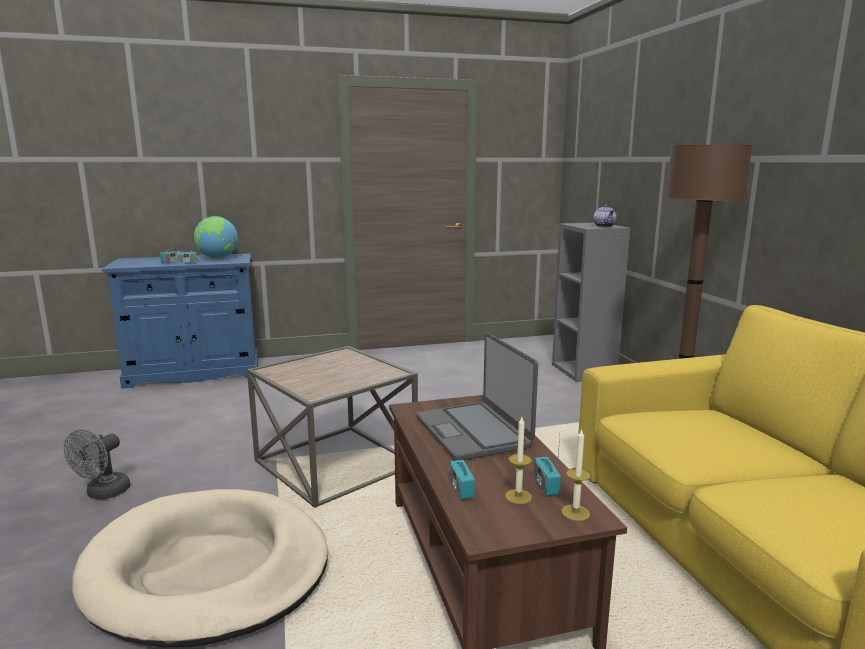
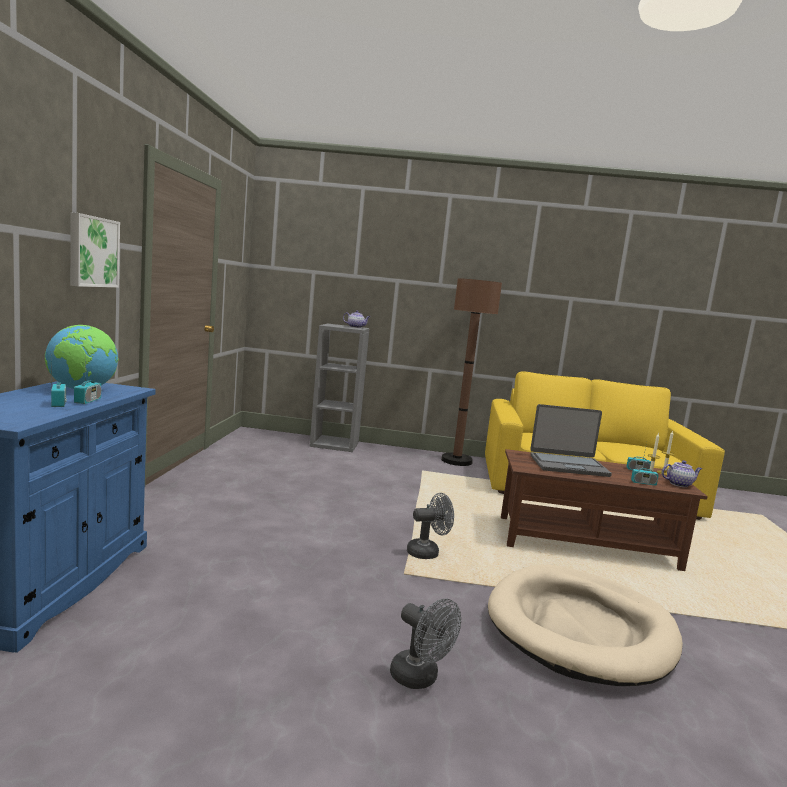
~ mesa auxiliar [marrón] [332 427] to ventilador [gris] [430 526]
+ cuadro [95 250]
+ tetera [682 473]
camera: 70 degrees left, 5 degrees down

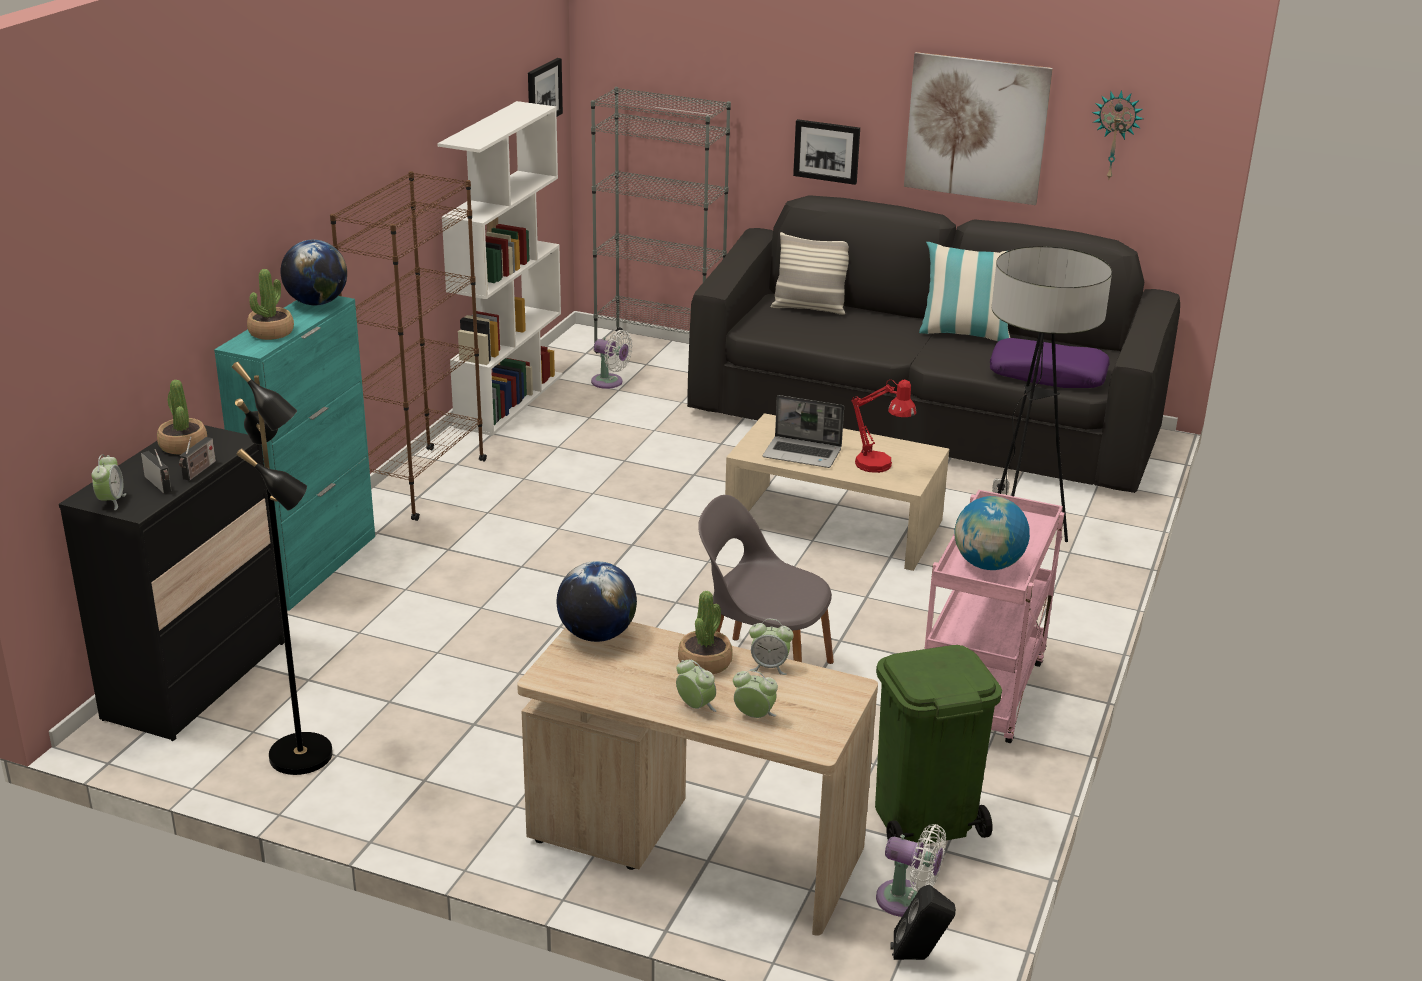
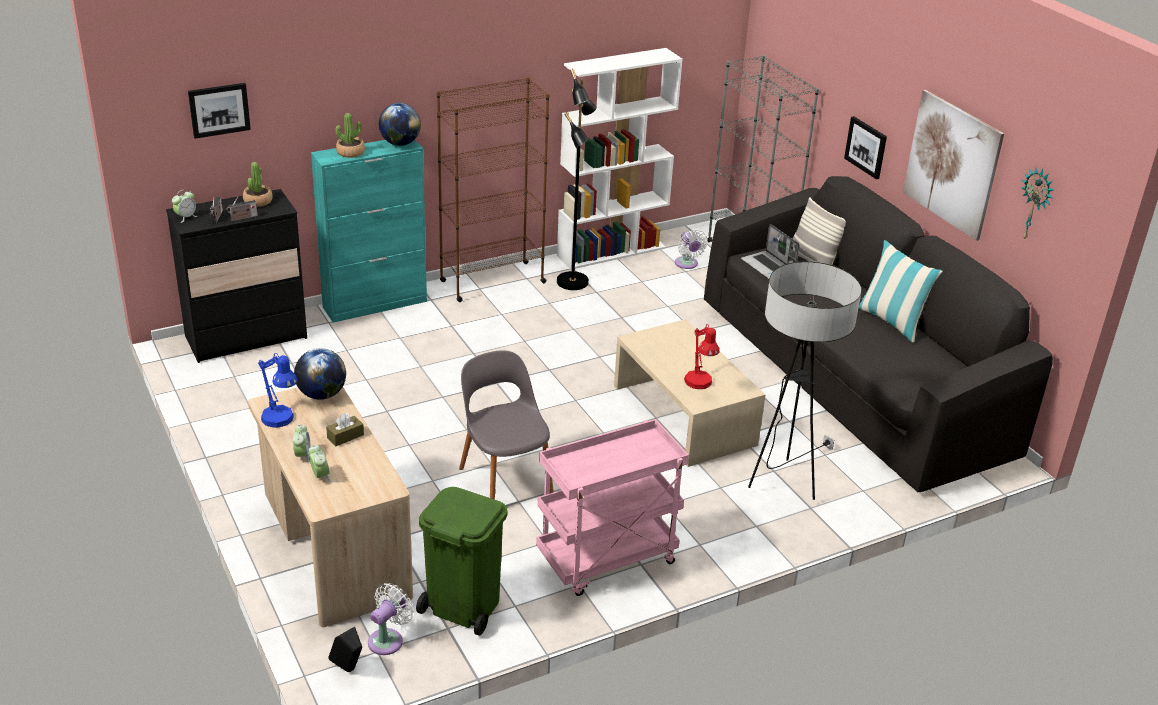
~ cuadro [545 87] to [219 111]
- cojín [morado] [1050 363]
~ lámpara de pie [negro] [282 568] to [577 179]
~ portátil [803 431] to [770 251]
- globo terráqueo [992 533]
~ planta en maceta [705 632] to caja de pañuelos [marrón] [345 429]
- despertador [771 647]
~ ventilador [blanco] [911 870] = [391 619] 120 degrees counterclockwise
+ lámpara de mesa [azul] [278 390]
camera: 40 degrees right, 5 degrees up

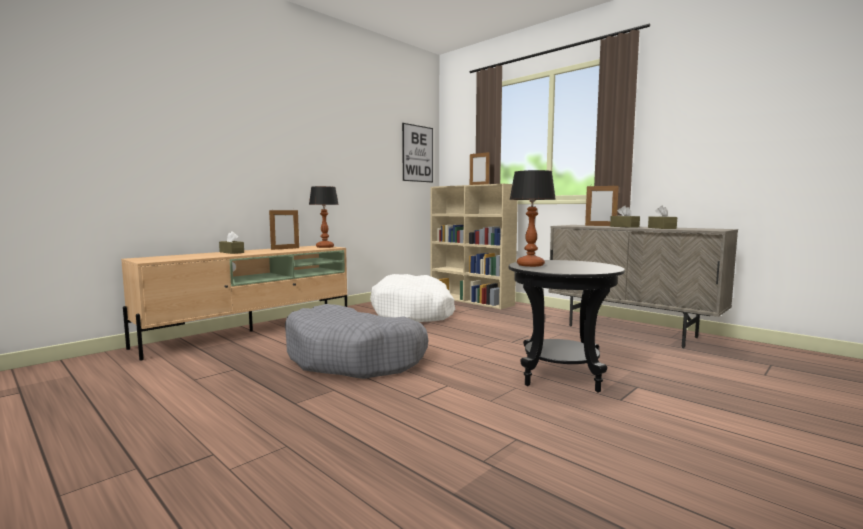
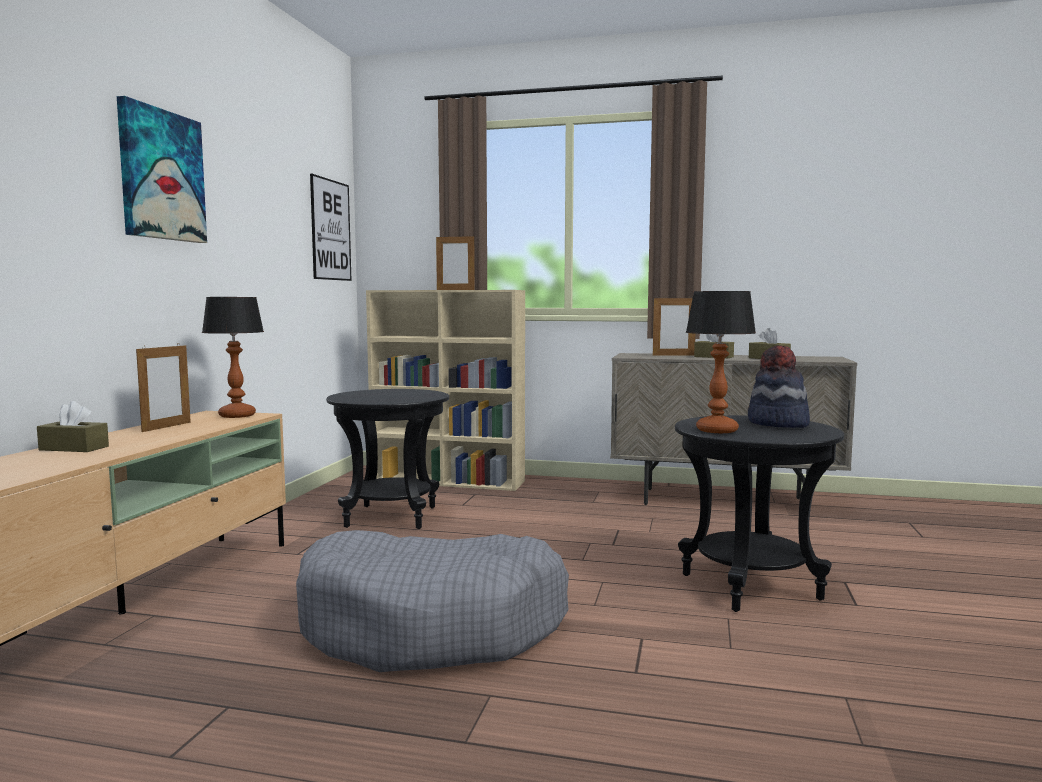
~ cama para perro [blanco] [412 298] to mesa auxiliar [negro] [387 459]
+ cuadro [162 169]
+ sombrero [779 387]
camera: 30 degrees left, 0 degrees up

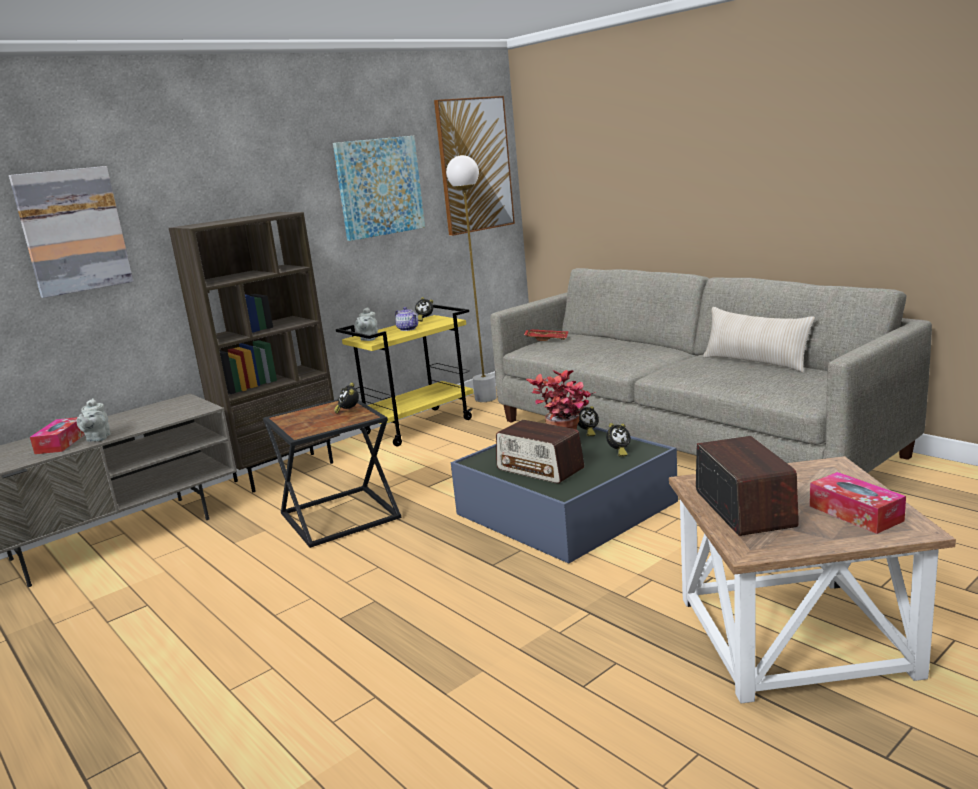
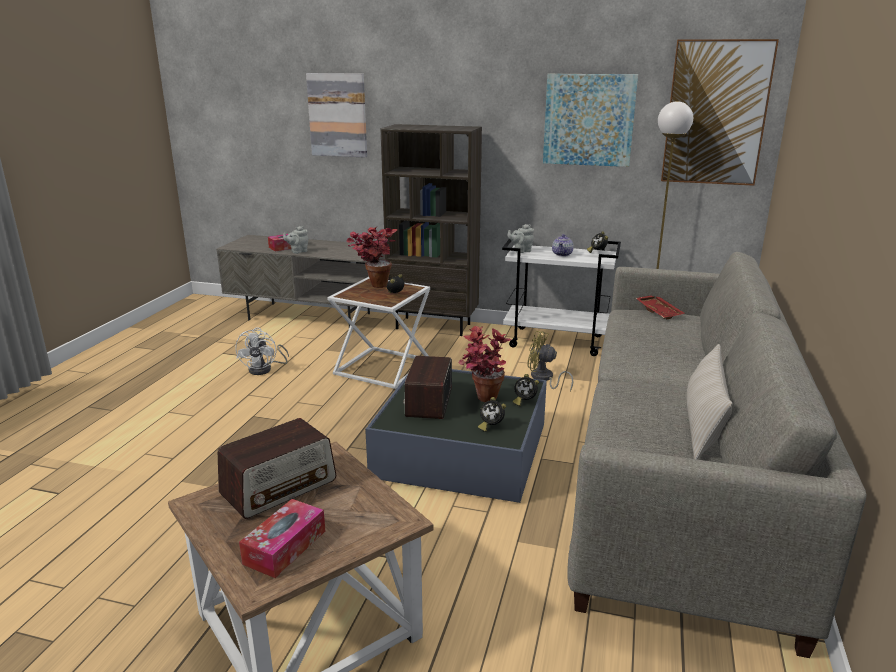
~ carrito [amarillo] [405 375] to carrito [blanco] [561 297]
~ mesa auxiliar [negro] [332 473] to mesa auxiliar [blanco] [378 333]
+ planta en maceta [372 257]
+ ventilador [blanco] [262 351]
+ ventilador [amarillo] [550 361]
camera: 55 degrees right, 5 degrees up

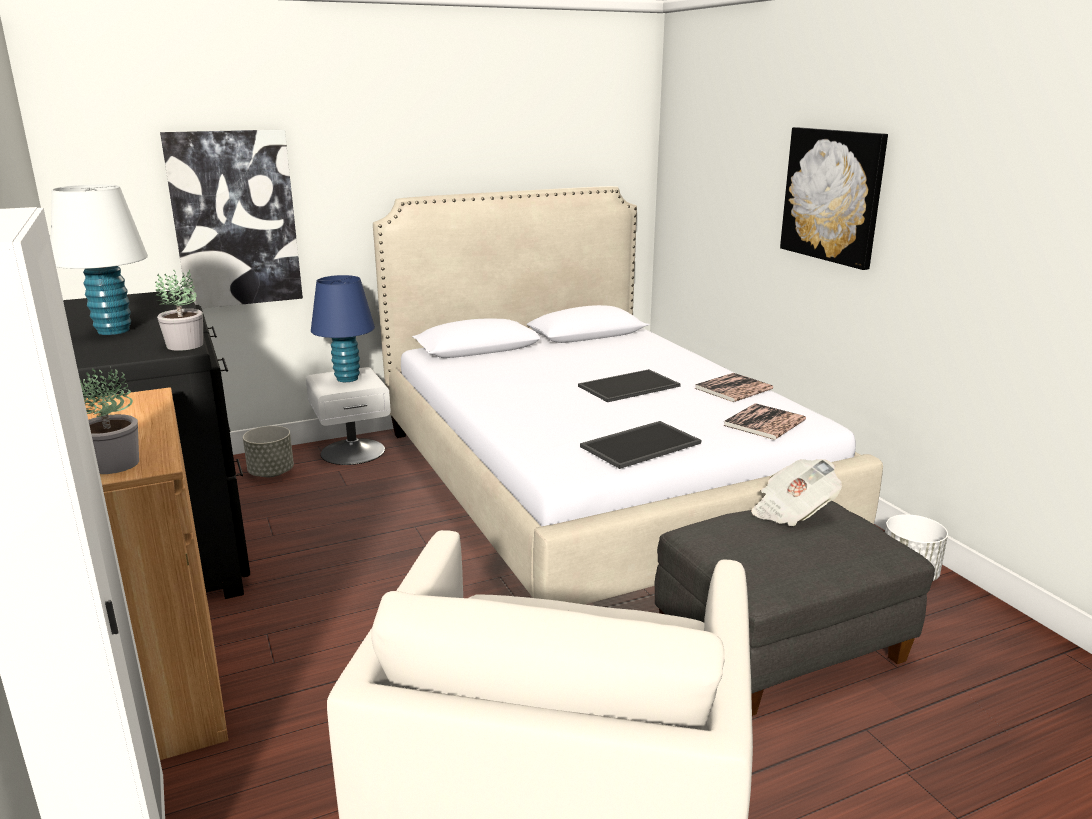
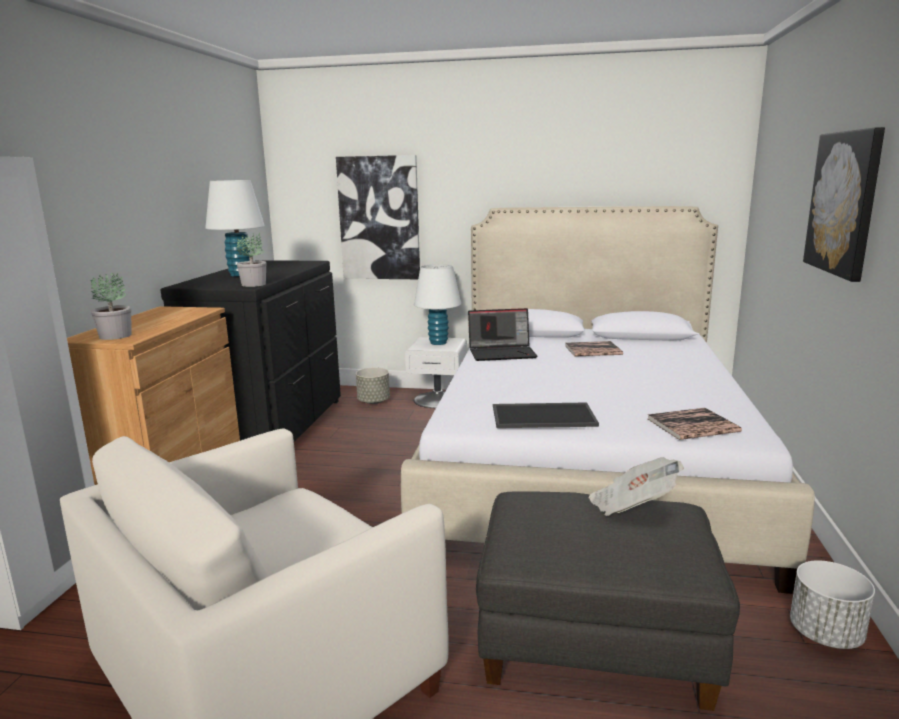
~ lámpara de mesa [azul] [343 328] to lámpara de mesa [blanco] [437 304]
- bandeja [629 385]
~ libro [734 387] to [594 349]
+ portátil [502 334]
camera: 35 degrees right, 5 degrees down

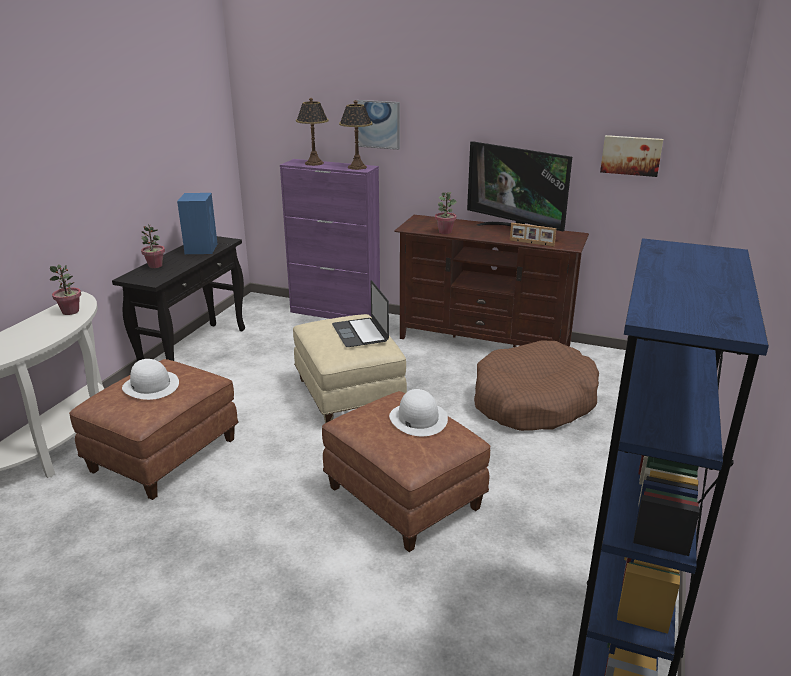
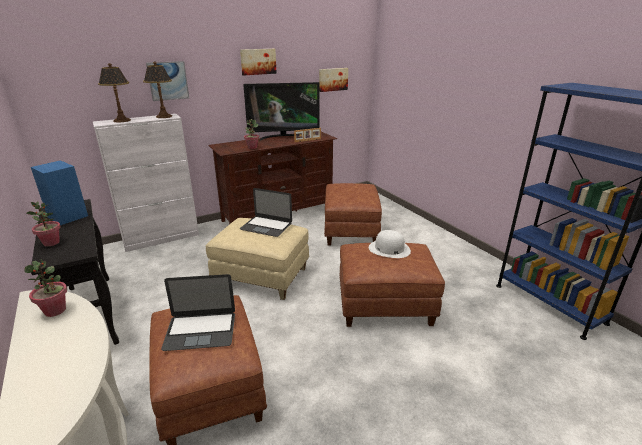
~ armario [morado] [330 239] to armario [blanco] [146 183]
~ cama para perro [marrón] [536 385] to puf [marrón] [353 214]
~ sombrero [blanco] [150 379] to portátil [198 312]
+ cuadro [258 62]
camera: 50 degrees left, 0 degrees up

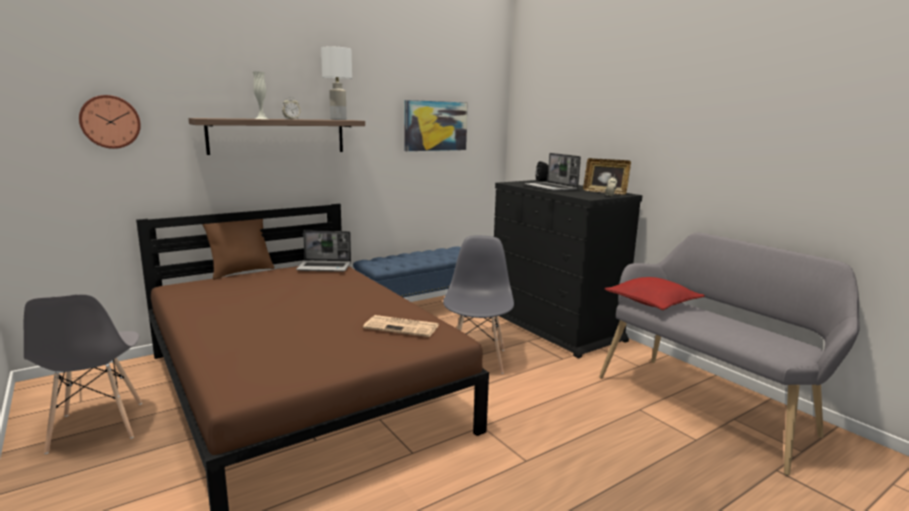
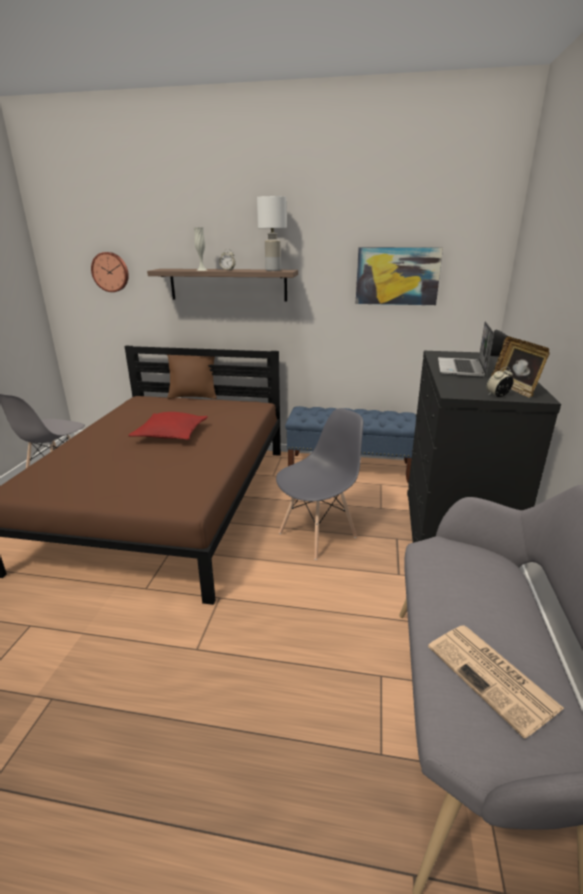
- portátil [323 251]
~ cojín [rojo] [655 293] to [168 426]
~ periódico [401 326] to [496 682]
camera: 45 degrees right, 10 degrees up

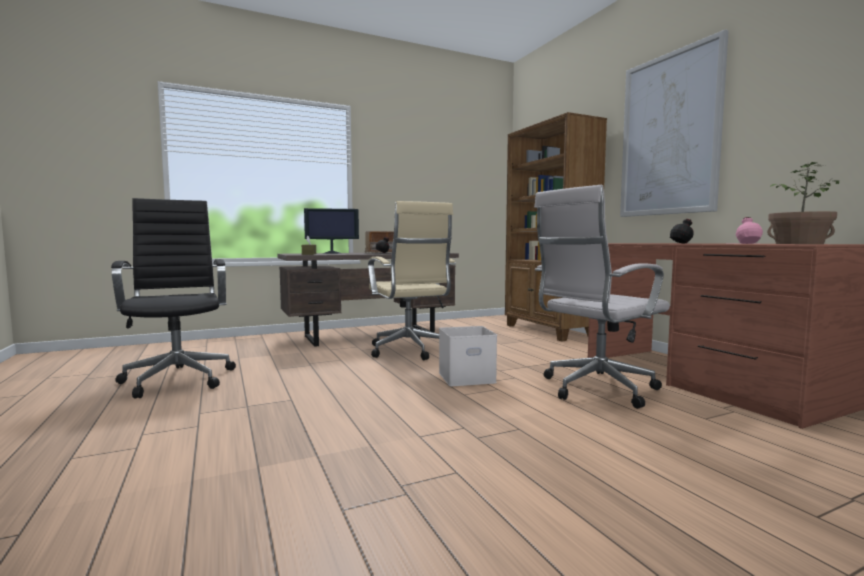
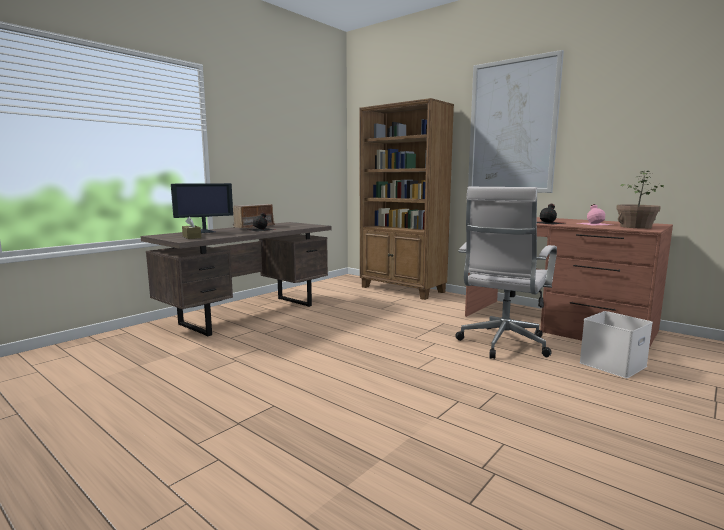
- silla de oficina [negro] [173 298]
- silla de oficina [beis] [412 280]
~ caja de almacenaje [blanco] [468 356] to [616 344]
camera: 25 degrees left, 5 degrees up

